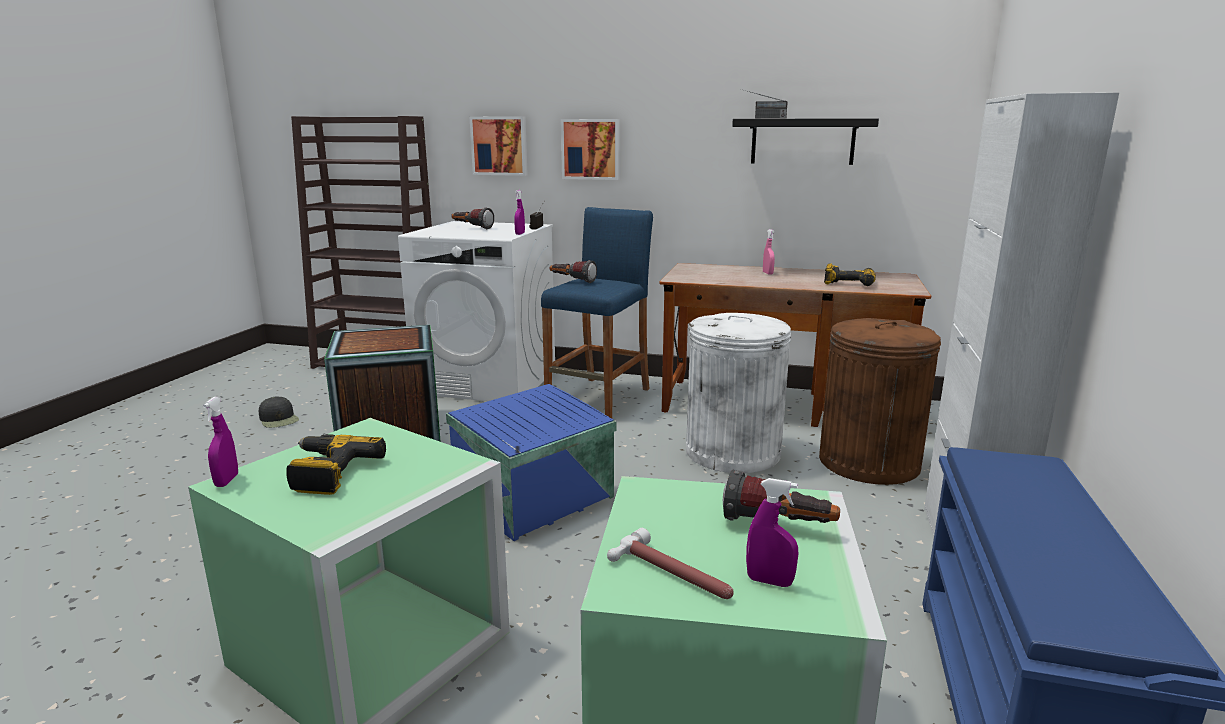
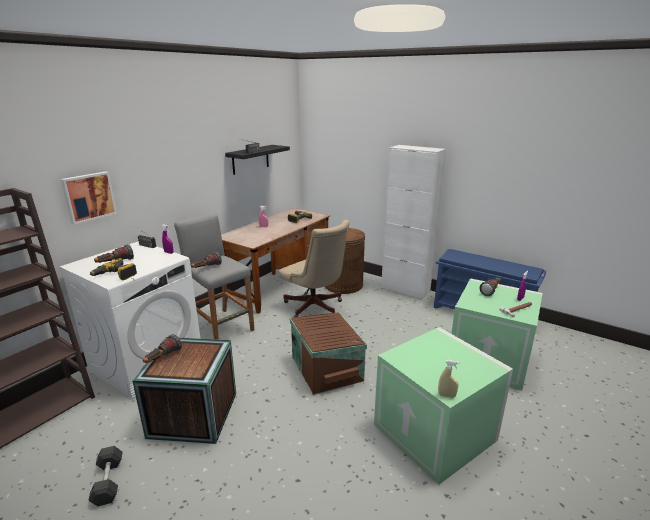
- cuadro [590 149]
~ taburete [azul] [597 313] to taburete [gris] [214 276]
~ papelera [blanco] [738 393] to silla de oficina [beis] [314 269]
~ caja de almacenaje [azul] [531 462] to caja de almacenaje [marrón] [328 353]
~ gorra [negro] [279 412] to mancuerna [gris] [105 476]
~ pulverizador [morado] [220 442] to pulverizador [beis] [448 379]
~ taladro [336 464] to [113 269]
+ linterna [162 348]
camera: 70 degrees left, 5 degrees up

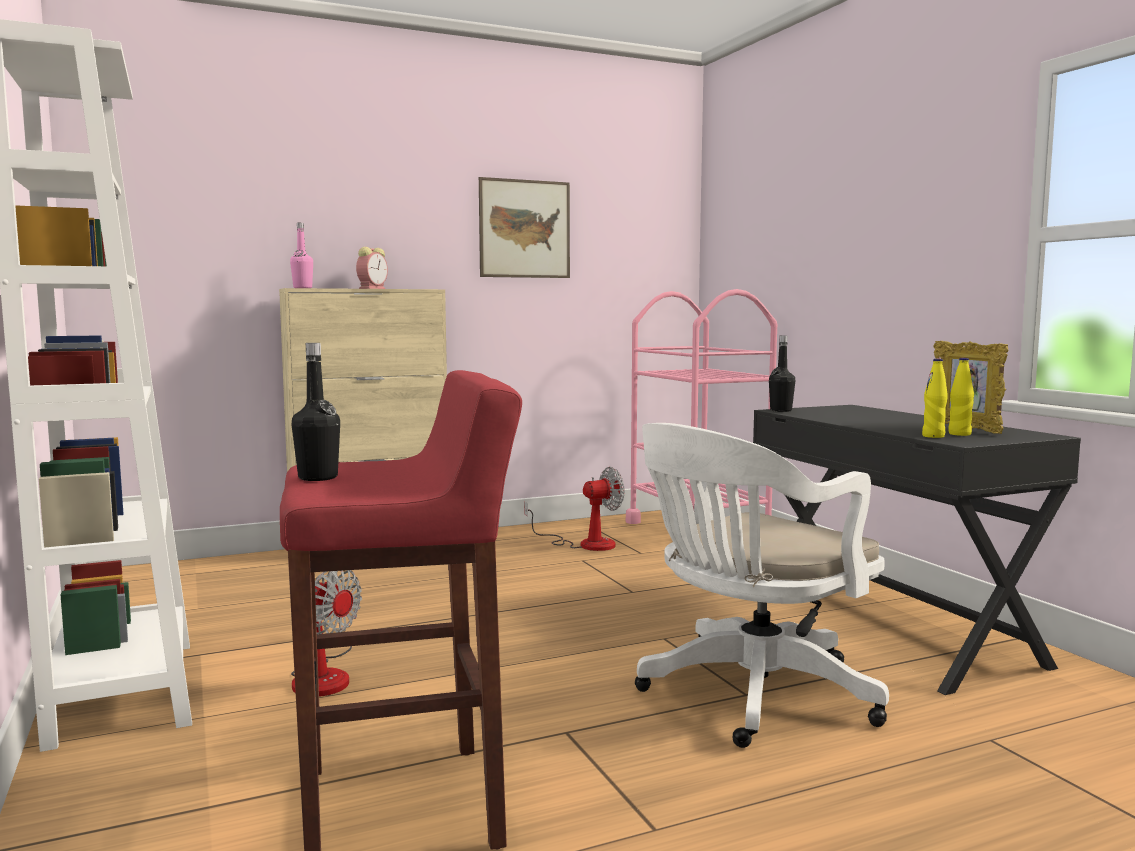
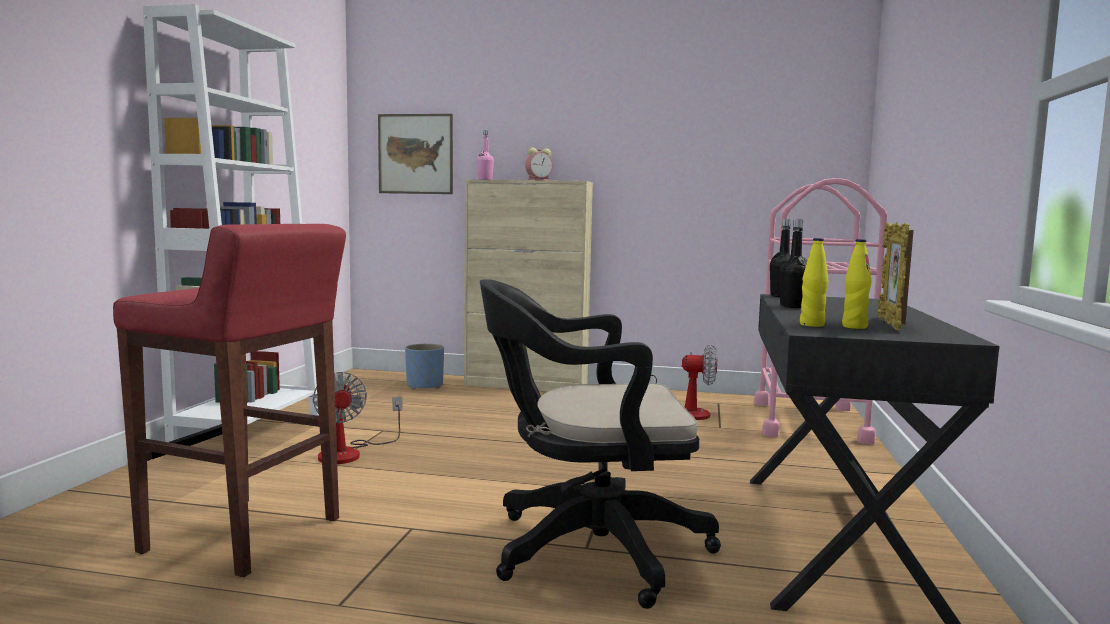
~ cuadro [524 227] to [415 154]
~ botella [negro] [316 412] to [793 264]
~ silla de oficina [blanco] [762 585] to silla de oficina [negro] [600 444]
+ maceta [azul] [424 367]
camera: 35 degrees right, 0 degrees up

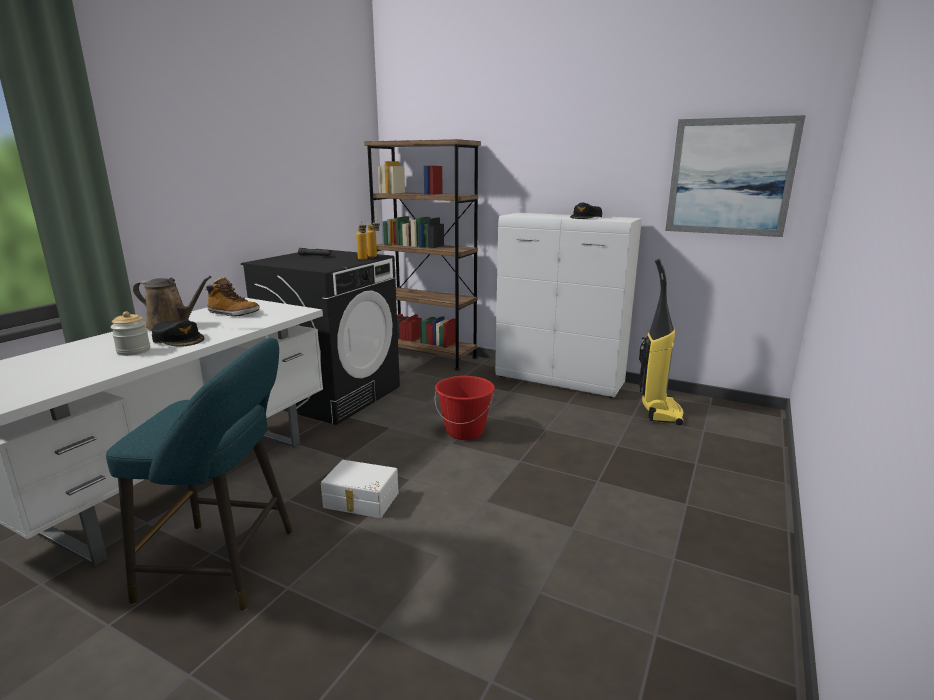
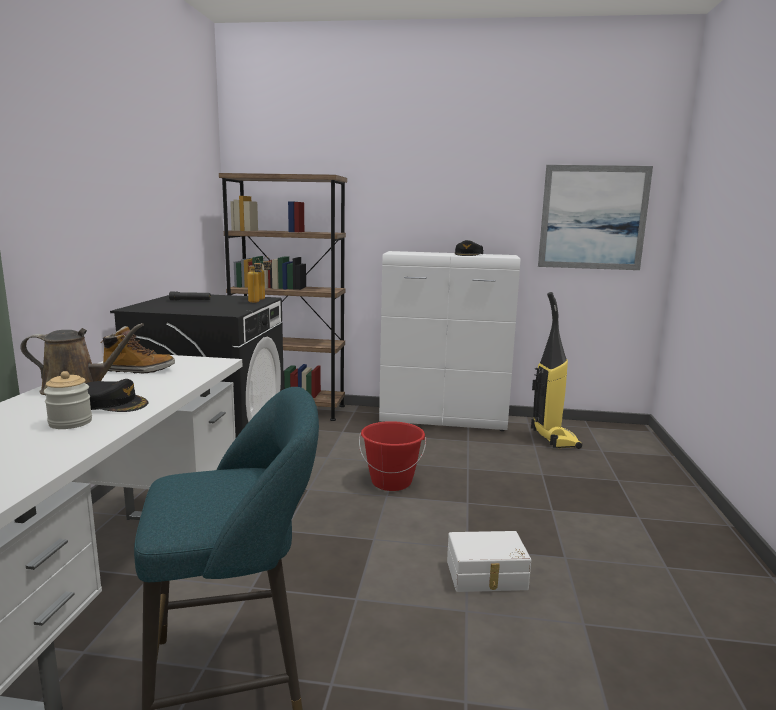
~ caja de almacenaje [blanco] [359 489] to [489 561]
camera: 20 degrees left, 5 degrees down

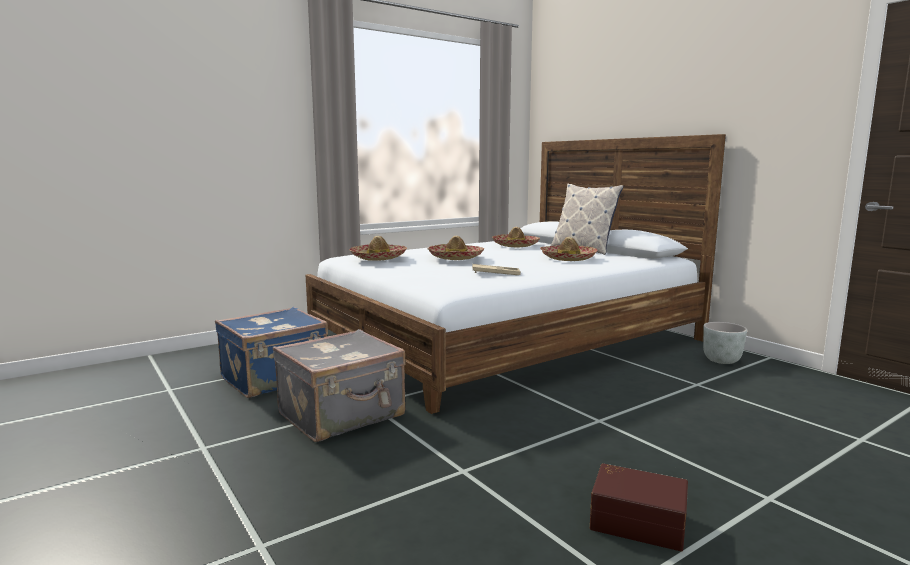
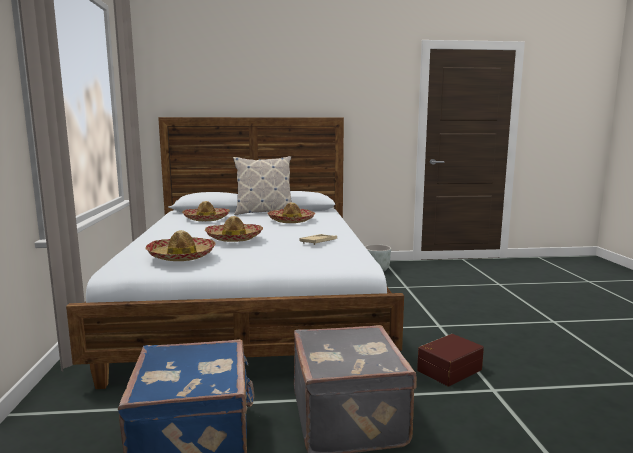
~ caja de almacenaje [marrón] [639 507] to [450 360]
camera: 60 degrees left, 0 degrees up

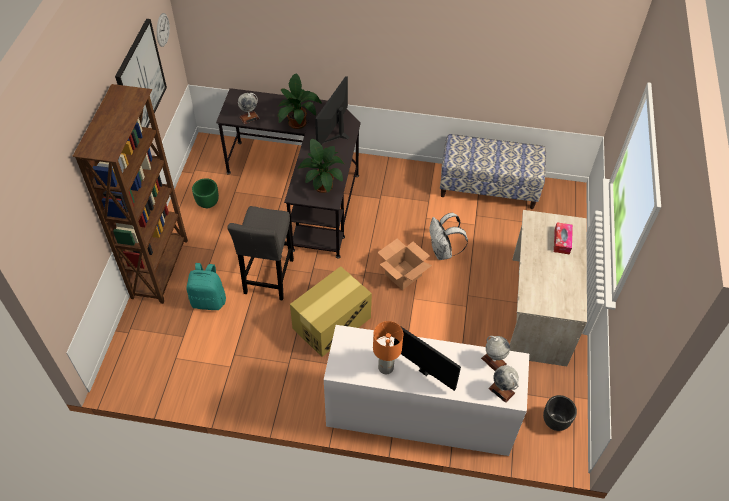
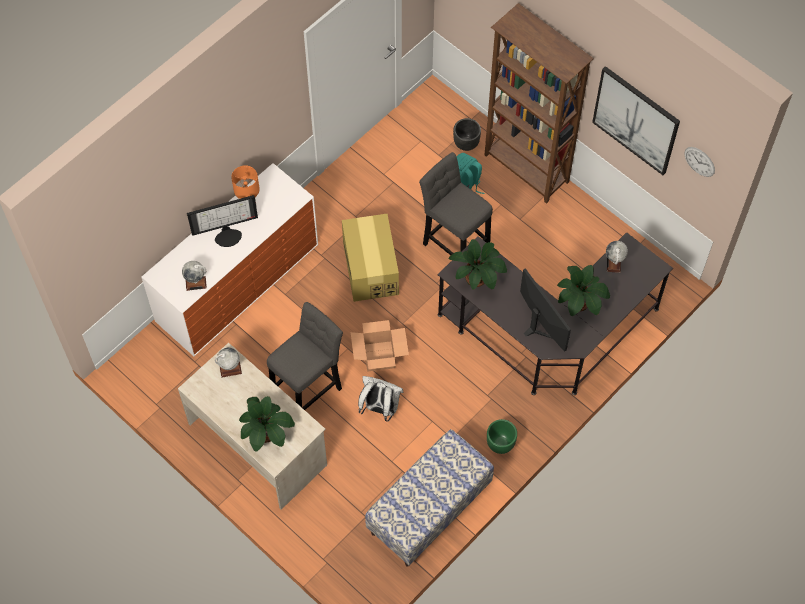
~ maceta [verde] [205 193] to [502 436]
~ caja de pañuelos [563 238] to planta en maceta [267 423]
~ globo terráqueo [503 384] to [228 363]
~ maceta [negro] [560 413] to [467 134]
+ taburete [gris] [305 356]
camera: 125 degrees right, 10 degrees up

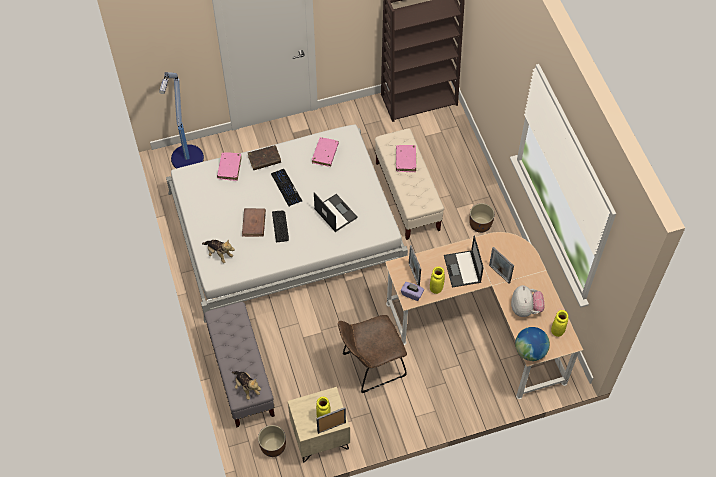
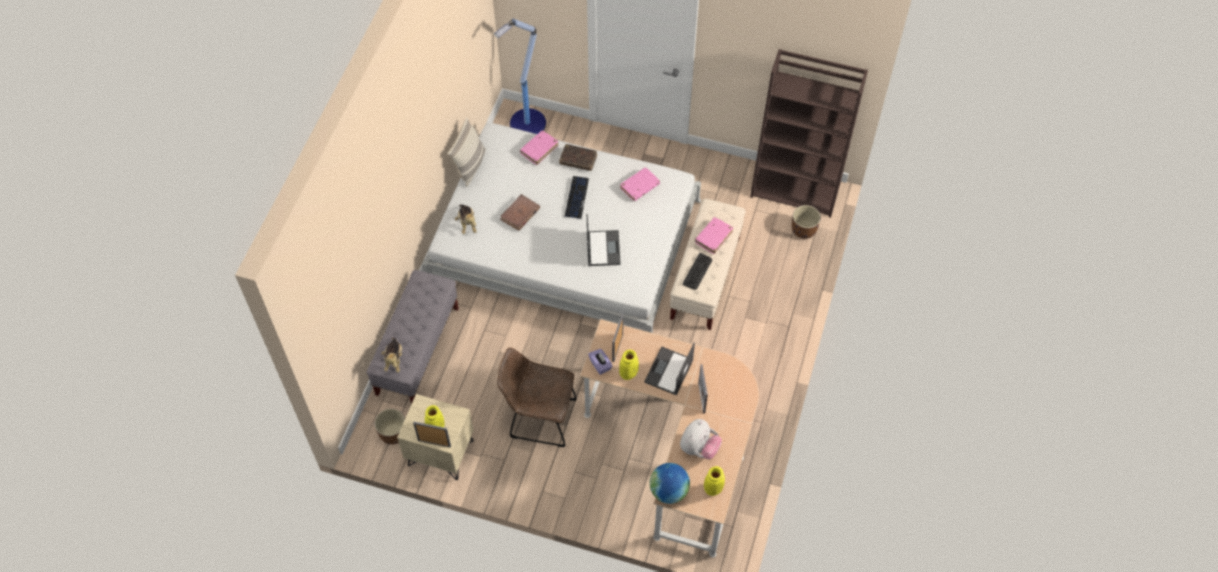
~ maceta [marrón] [482 218] to [806 222]
~ teclado [280 226] to [697 271]
+ cojín [466 152]
camera: 35 degrees right, 0 degrees up

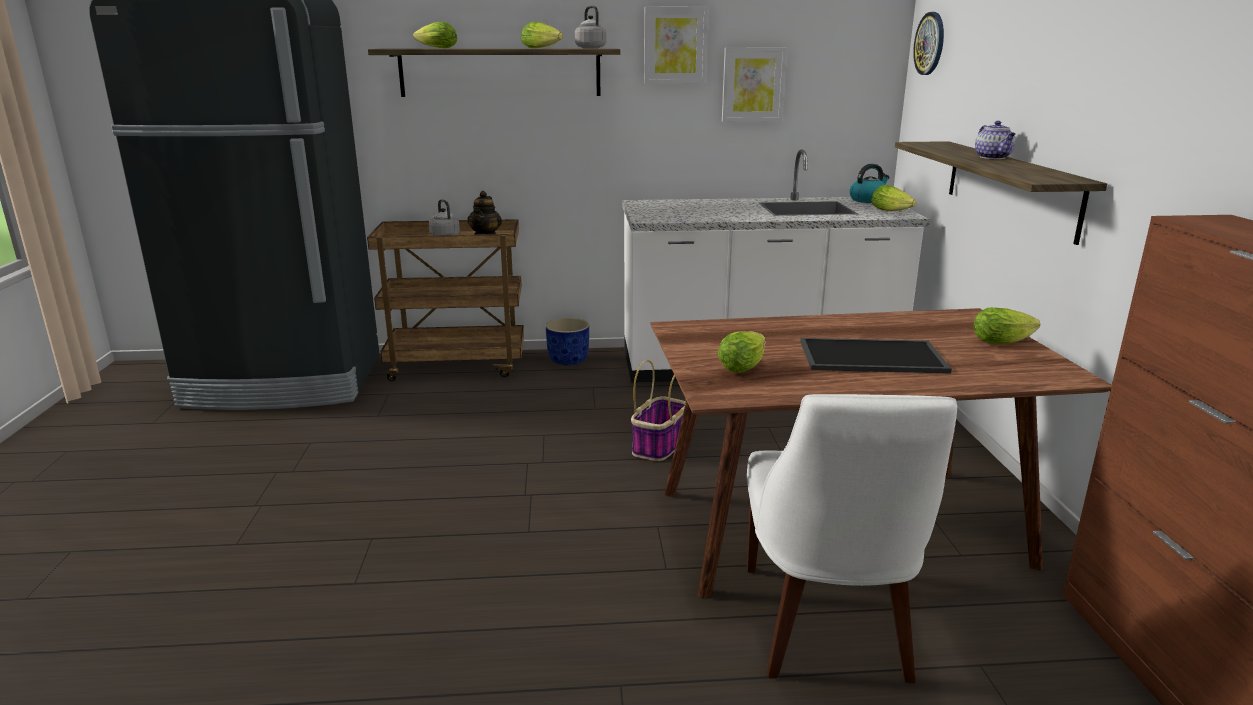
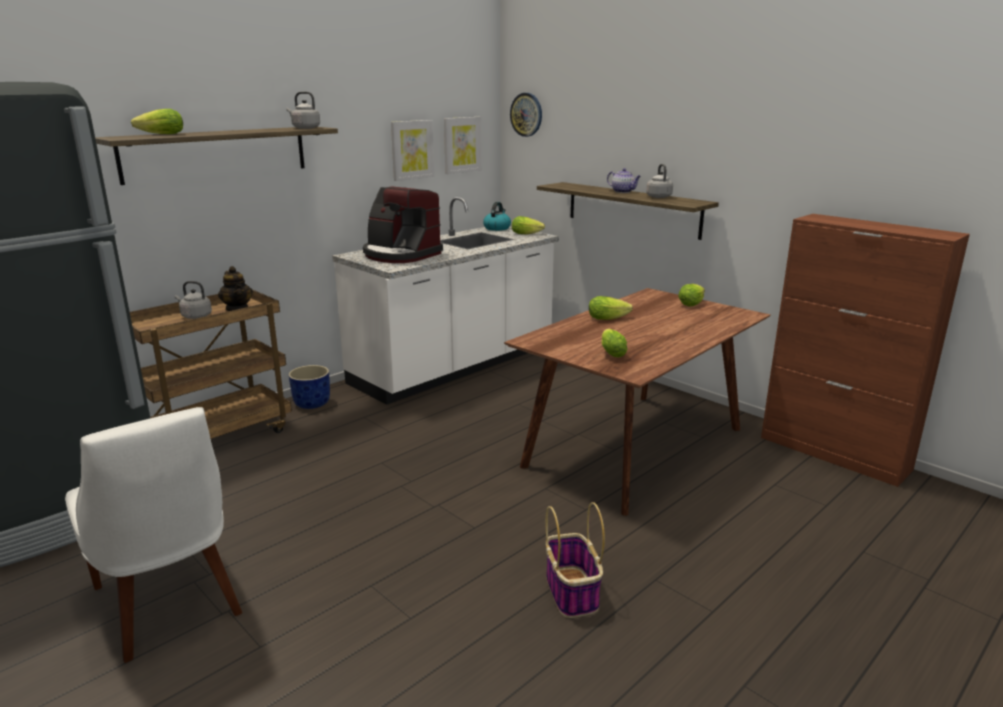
~ cuadro [676 45] to [463 145]
~ lechuga [542 35] to [611 308]
- bandeja [876 356]
~ cesta [658 410] to [575 560]
~ silla [blanco] [852 538] to [153 535]
+ hervidor [gris] [659 181]
+ cafetera [403 225]
camera: 40 degrees left, 0 degrees up

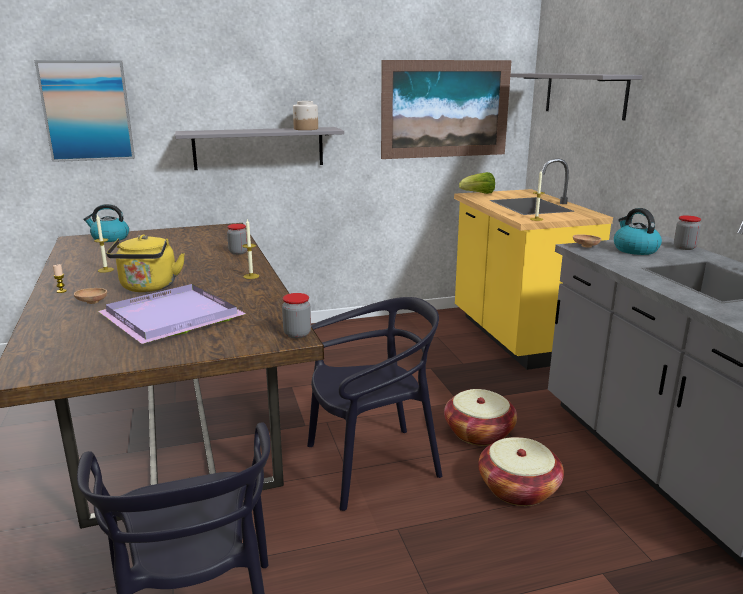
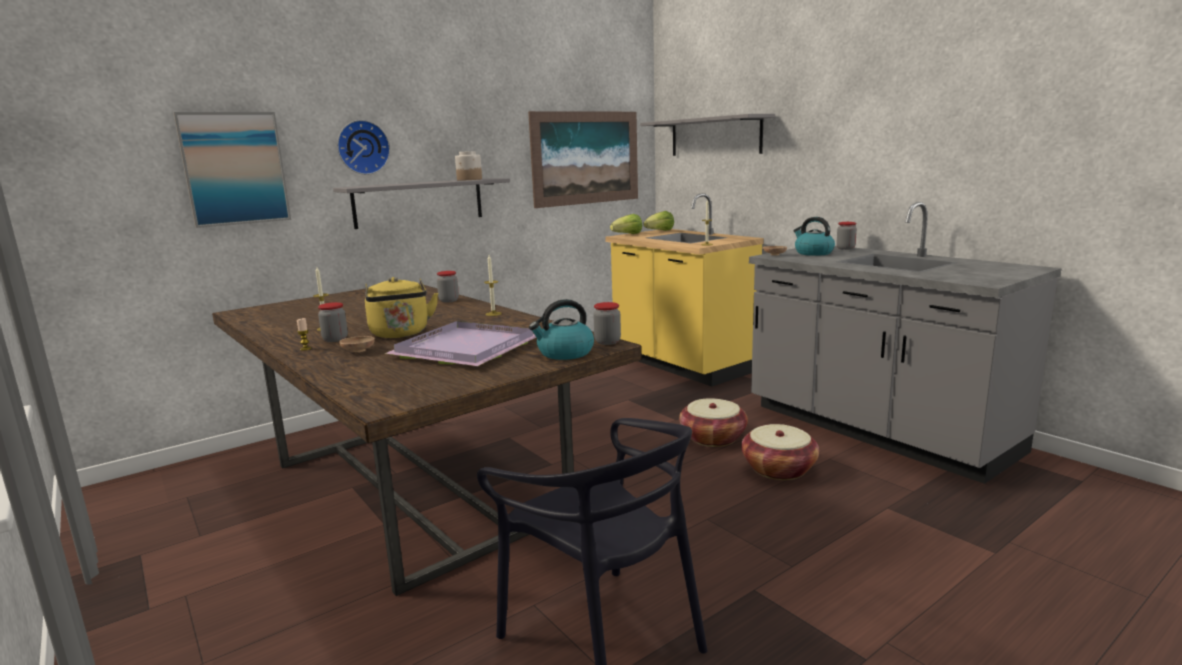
~ hervidor [106 223] to [561 329]
- silla [negro] [374 404]
+ reloj de pared [363 147]
+ lechuga [659 221]
+ tarro [333 322]
camera: 20 degrees left, 5 degrees down

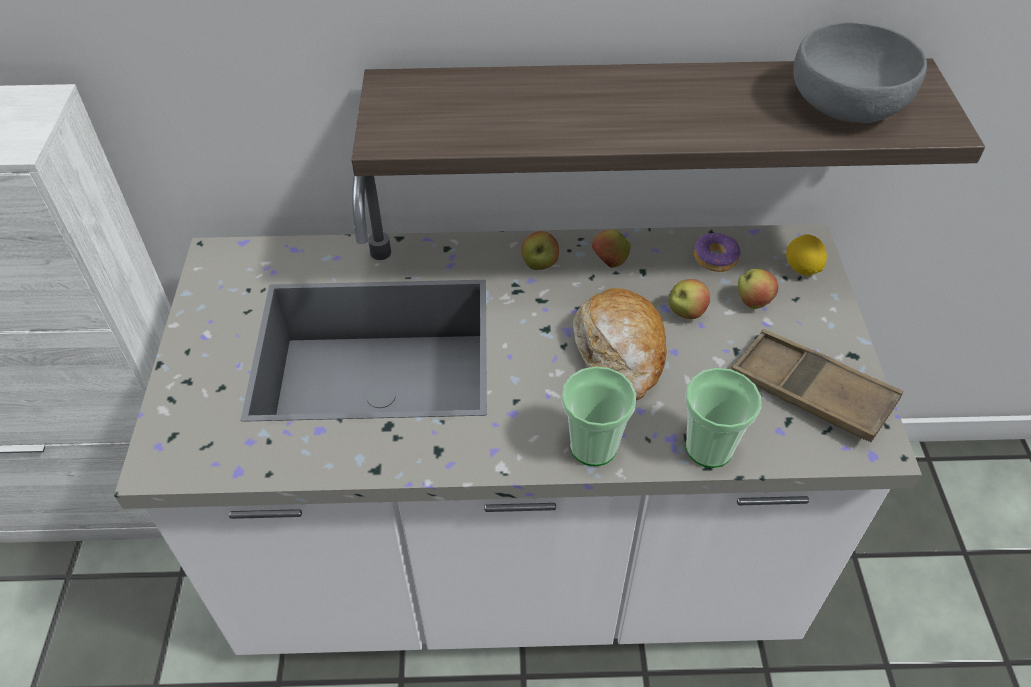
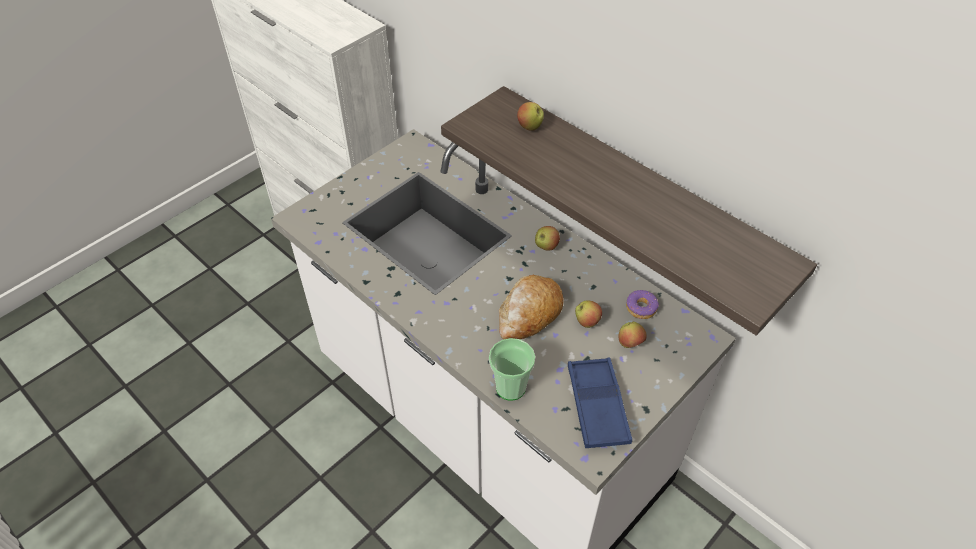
- cuenco [gris] [860 72]
~ manzana [611 248] to [530 116]
- limón [806 255]
~ bandeja [marrón] [817 385] to bandeja [azul] [600 402]
- taza [599 416]
camera: 45 degrees right, 0 degrees up

